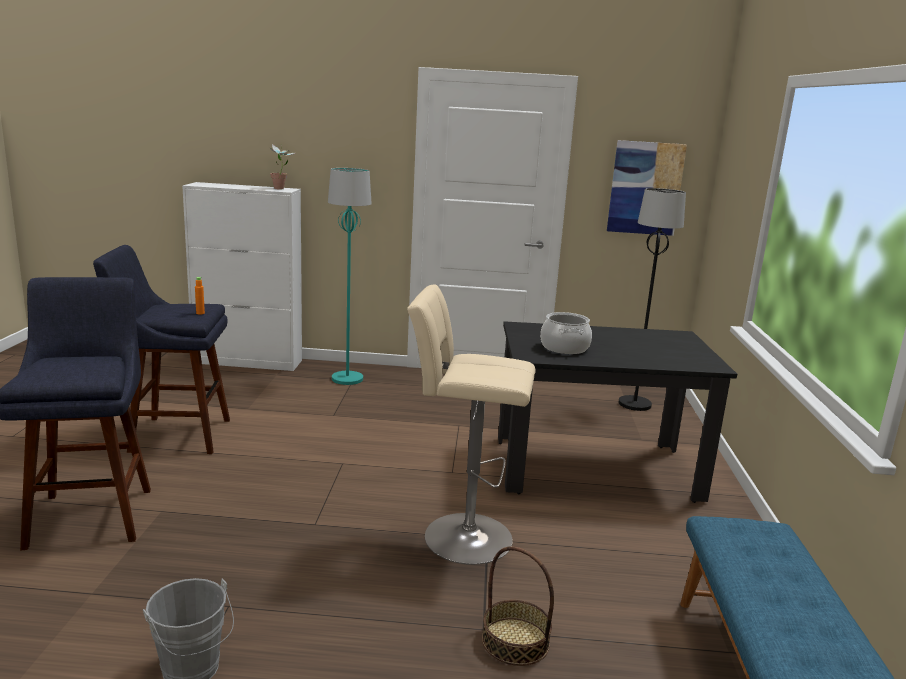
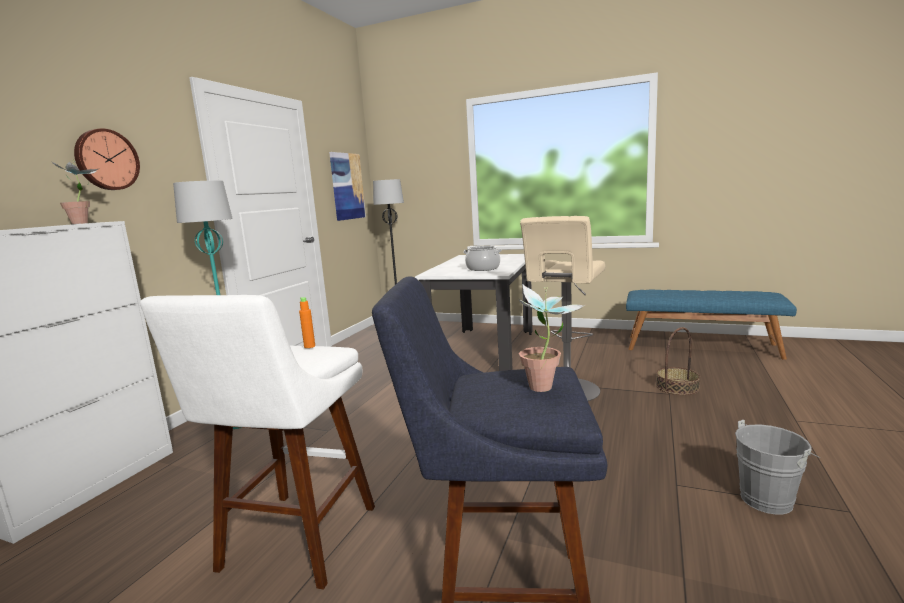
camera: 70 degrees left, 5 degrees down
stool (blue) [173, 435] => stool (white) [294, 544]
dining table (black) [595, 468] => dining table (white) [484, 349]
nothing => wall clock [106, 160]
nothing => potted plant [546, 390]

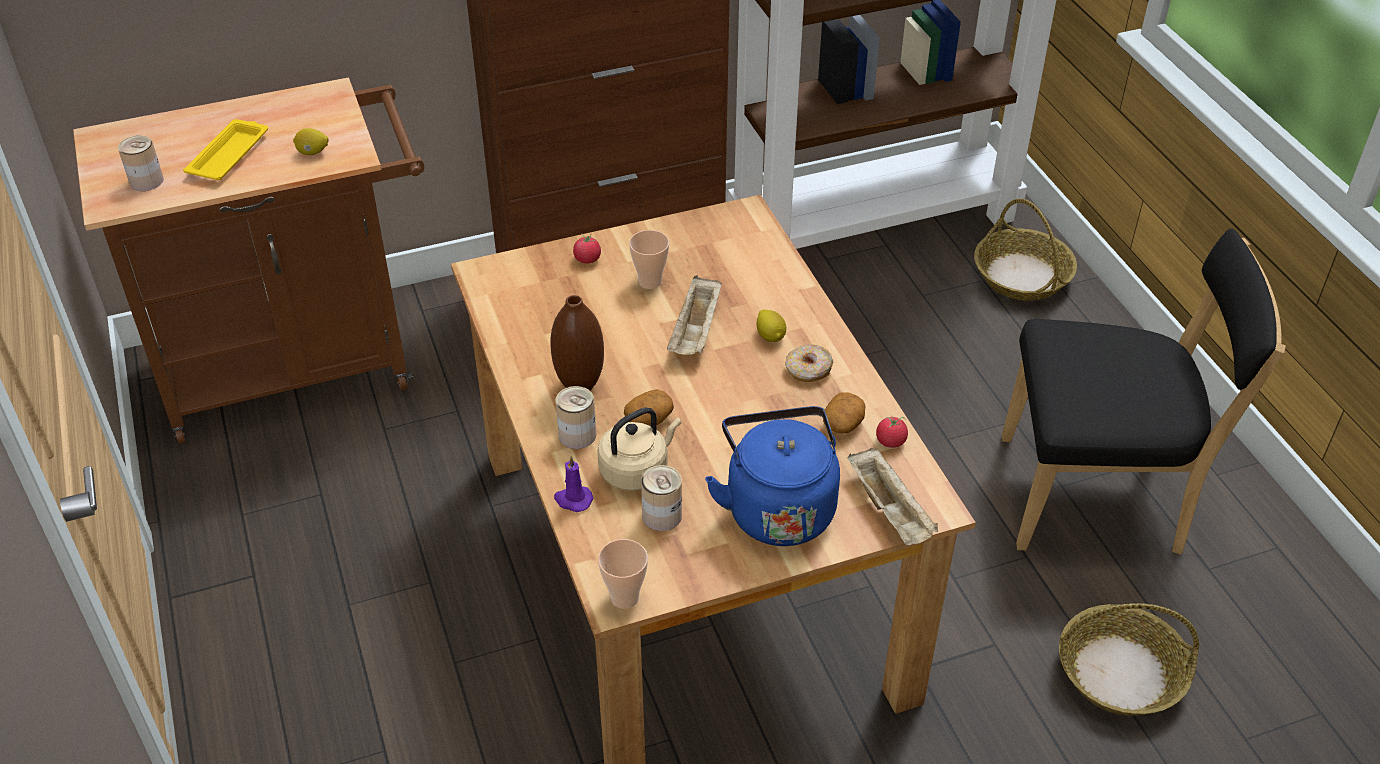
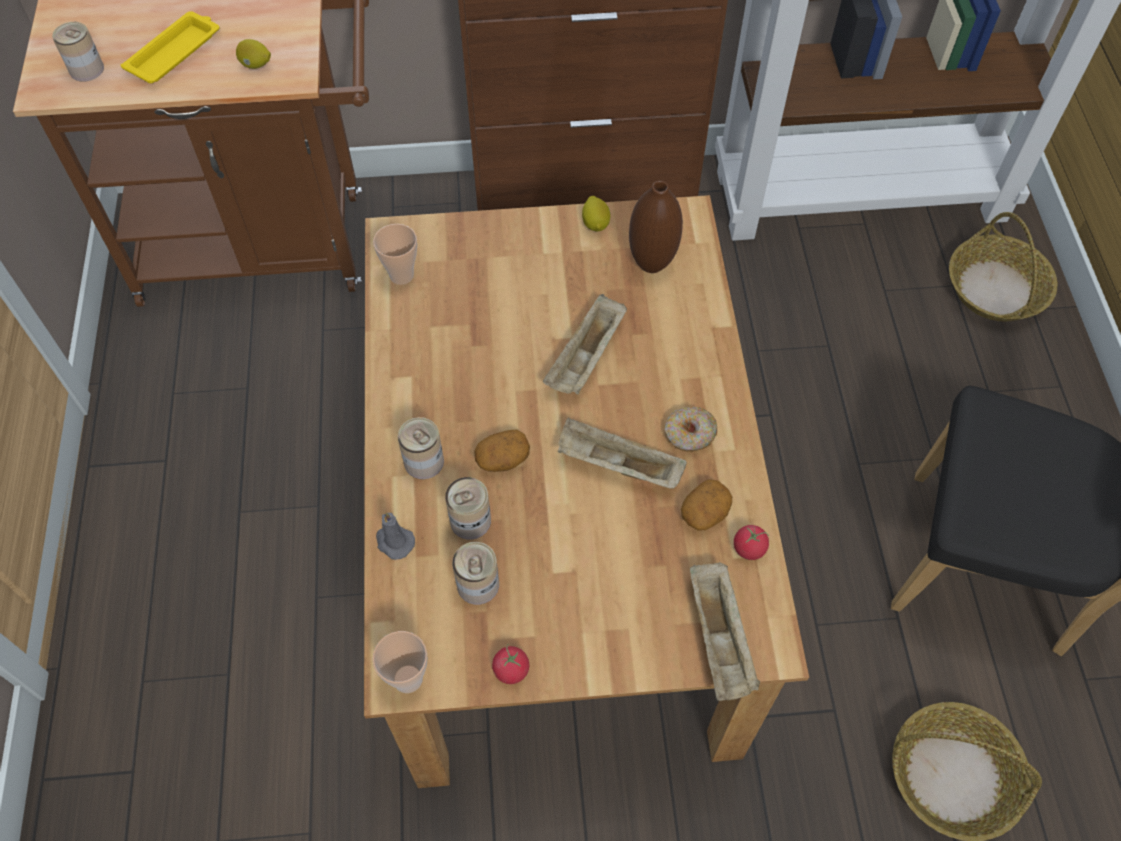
camera: 15 degrees right, 15 degrees up
vase (brown) [580, 386] => vase (brown) [651, 263], relocated
candle (purple) [573, 500] => candle (grey) [394, 542]
tomato [587, 259] => tomato [511, 670], relocated
kettle (beige) [637, 470] => can [470, 520]
cup [650, 282] => cup [401, 275], relocated
kettle (blue) [777, 507] => nothing
lemon [770, 336] => lemon [595, 223], relocated
nothing => tray (beige) [617, 466]

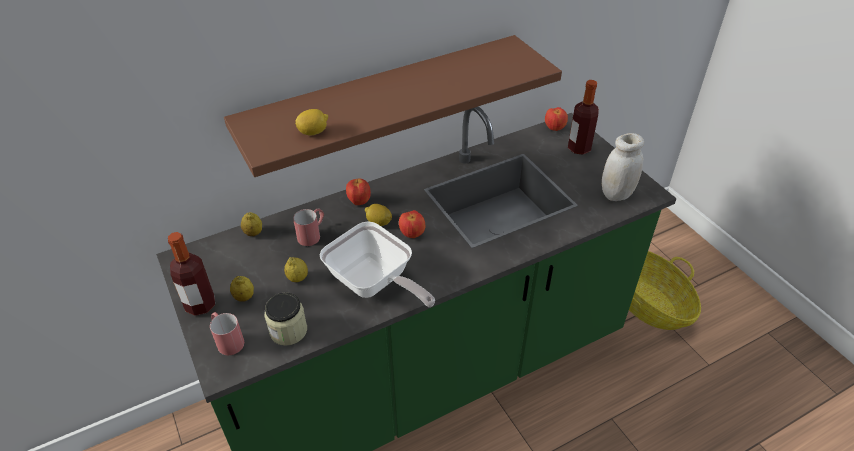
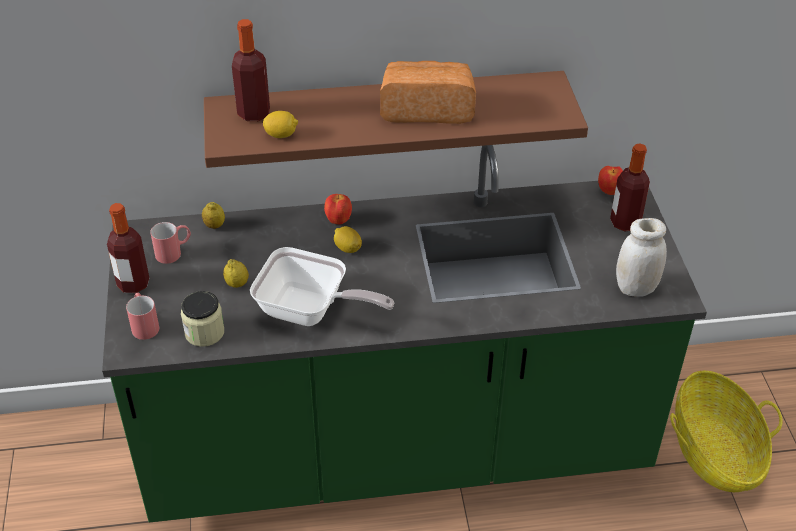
camera: 20 degrees right, 0 degrees up
lemon [244, 297] => nothing
mug (red) [312, 234] => mug (red) [174, 252], relocated
frying pan [374, 284] => frying pan [310, 311], 45 degrees counterclockwise
apple [412, 234] => nothing
nothing => bottle [253, 113]
nothing => bread [427, 109]

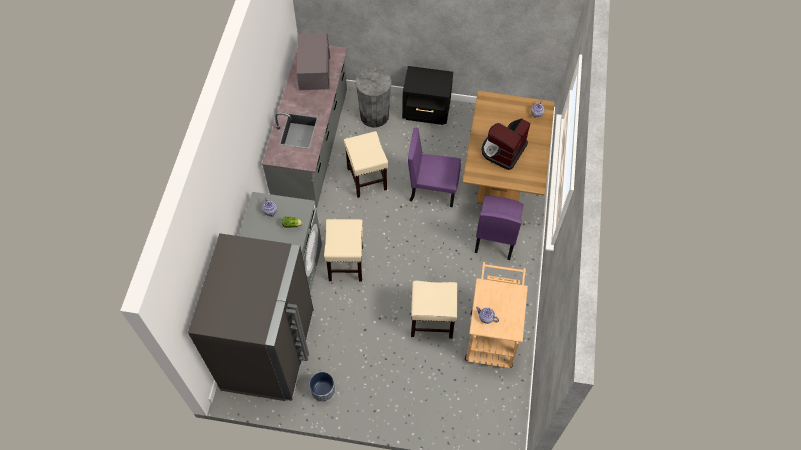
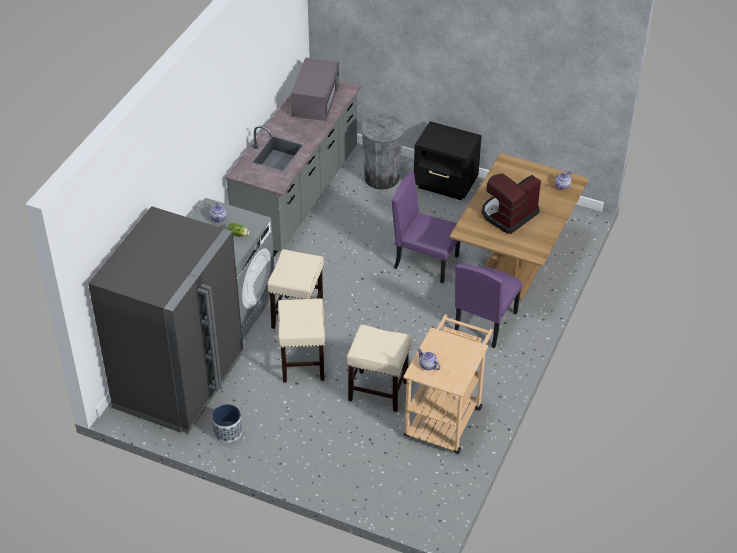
camera: 15 degrees right, 15 degrees down
stool (beige) [367, 179] => stool (beige) [303, 363], relocated

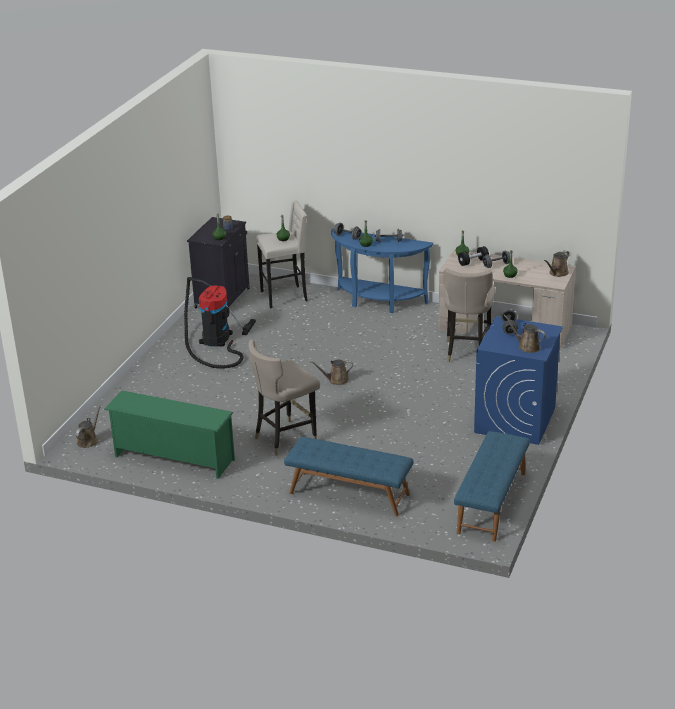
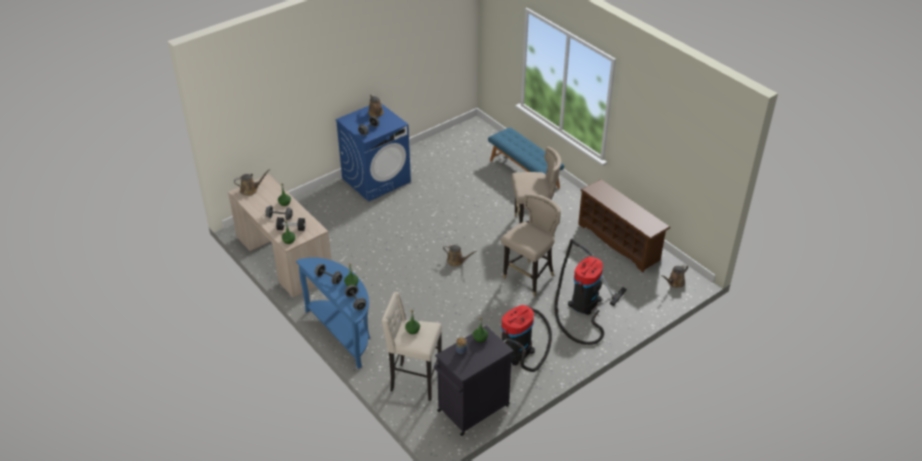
camera: 150 degrees left, 10 degrees up
shoe rack (green) [172, 458] => shoe rack (brown) [620, 242]
stool (beige) [466, 352] => stool (beige) [529, 279], relocated
bench (blue) [492, 503] => nothing
nothing => vacuum cleaner [583, 305]

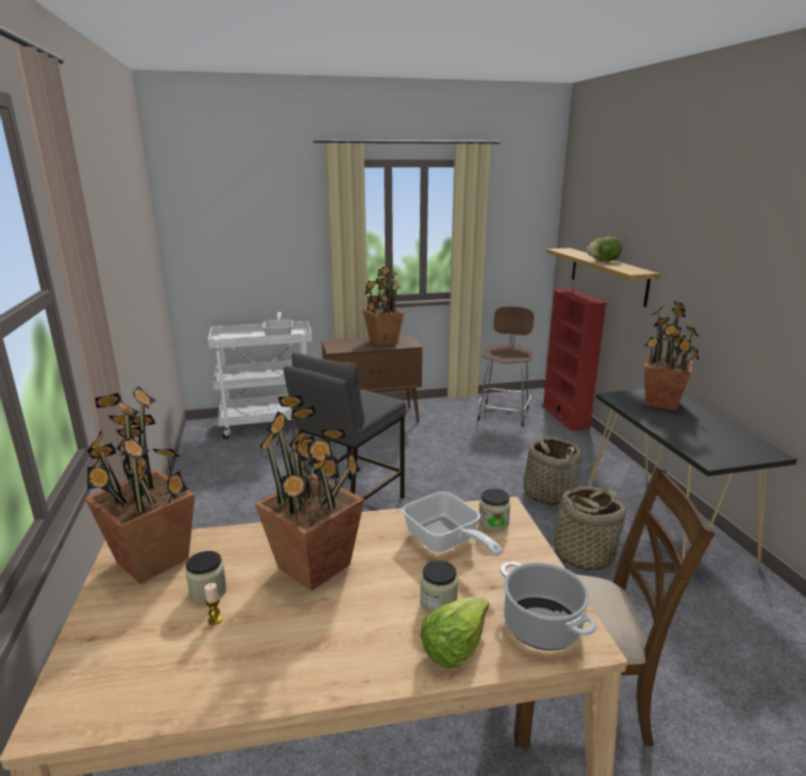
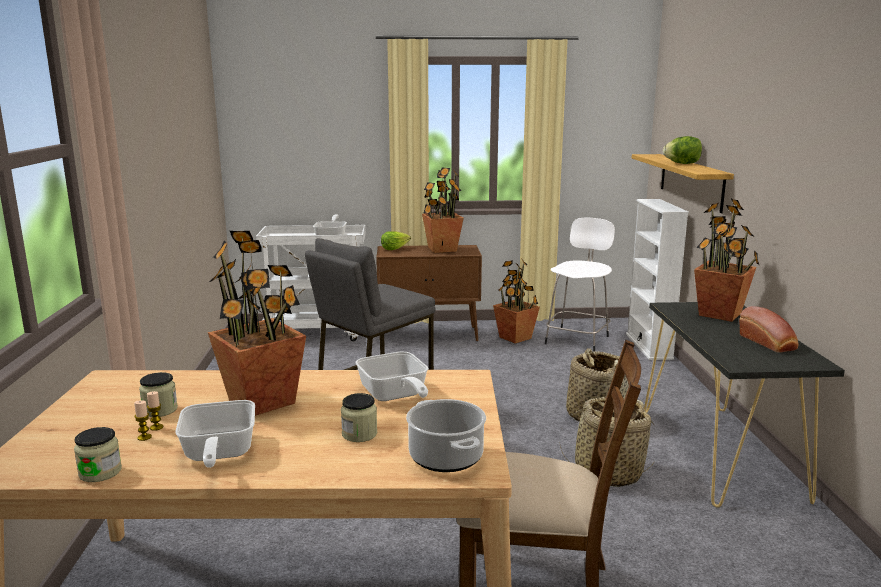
camera: 10 degrees right, 5 degrees down
potted plant [151, 561] => potted plant [515, 338], relocated
lettuce [454, 645] => lettuce [394, 248], relocated
stool (brown) [504, 414] => stool (white) [578, 339]
jar [493, 523] => jar [100, 472], relocated
bookcase (red) [565, 416] => bookcase (white) [649, 346]
nothing => candle [144, 437]
nothing => frying pan [217, 454]
nothing => bread [768, 343]

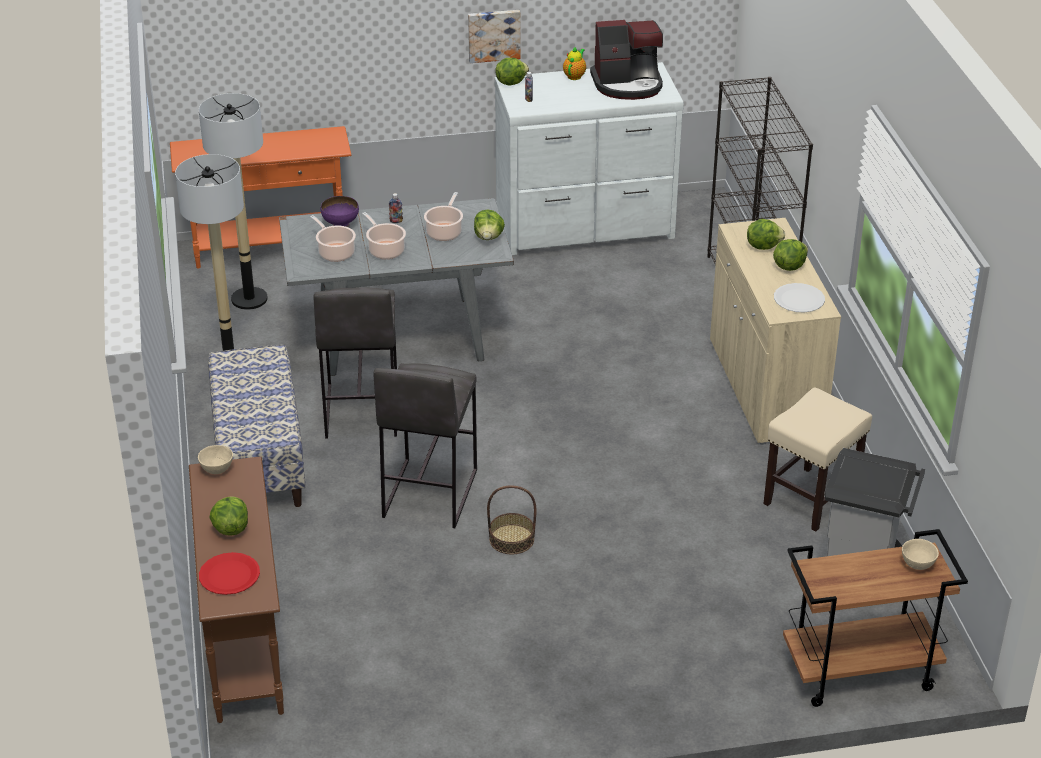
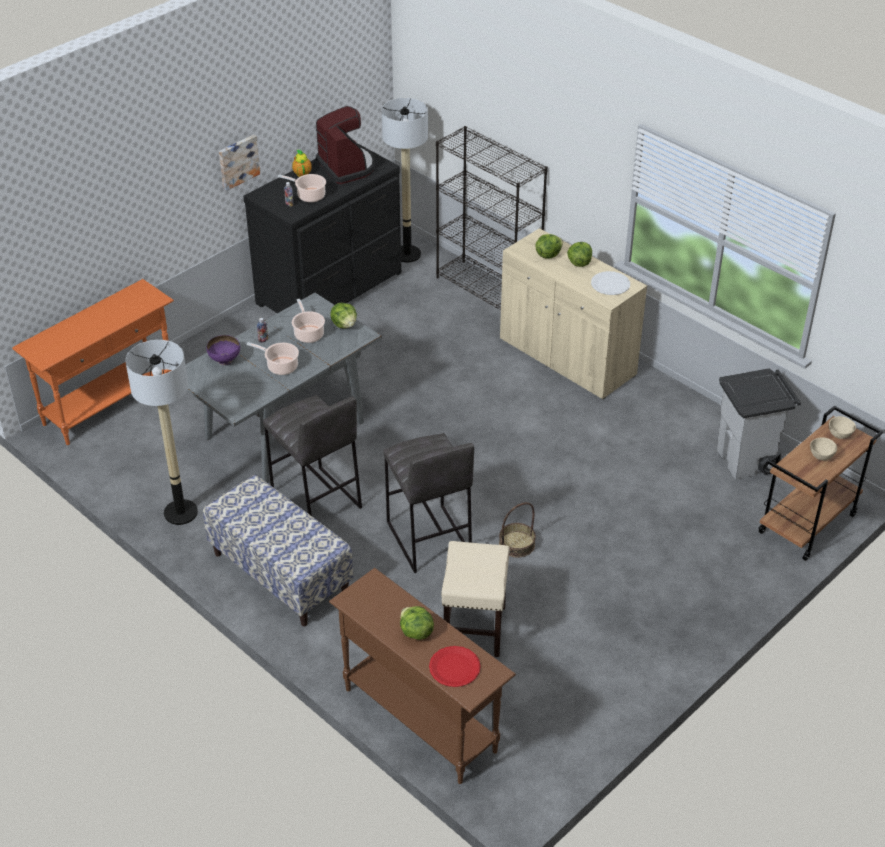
camera: 35 degrees left, 5 degrees up
bowl (beige) [216, 469] => bowl (beige) [821, 456], relocated
floor lamp [249, 299] => floor lamp [407, 254], relocated
cooking pot [335, 252] => cooking pot [309, 196], relocated
dresser (white) [586, 227] => dresser (black) [331, 289]
lettuce [511, 82] => nothing
coffee machine [628, 84] => coffee machine [347, 166], 75 degrees counterclockwise
stool (beige) [811, 499] => stool (beige) [475, 629], relocated

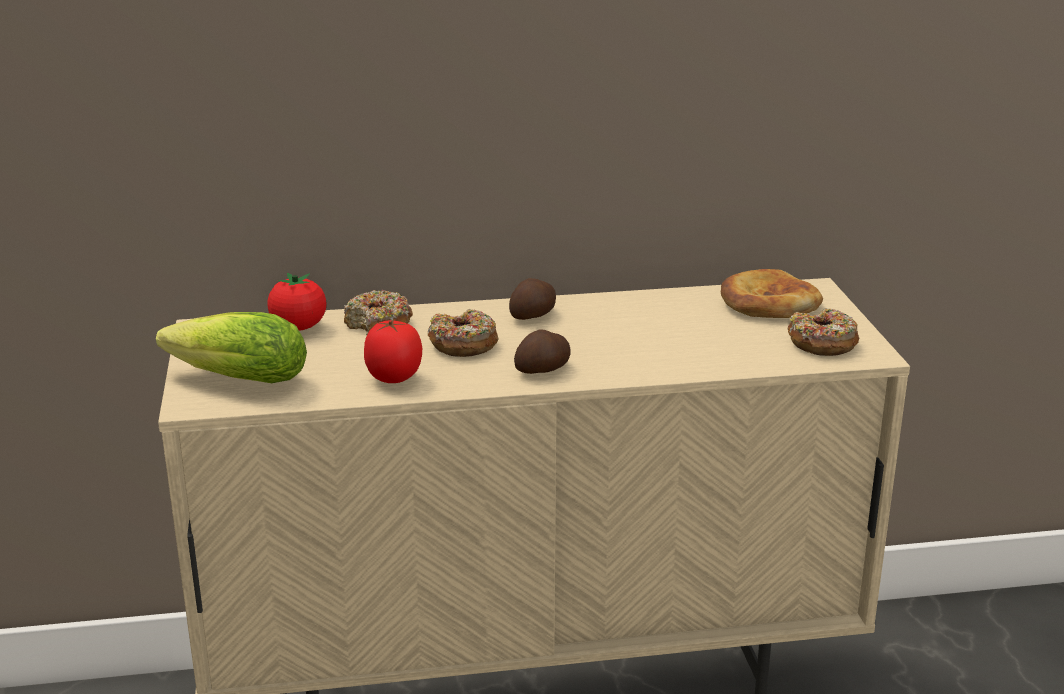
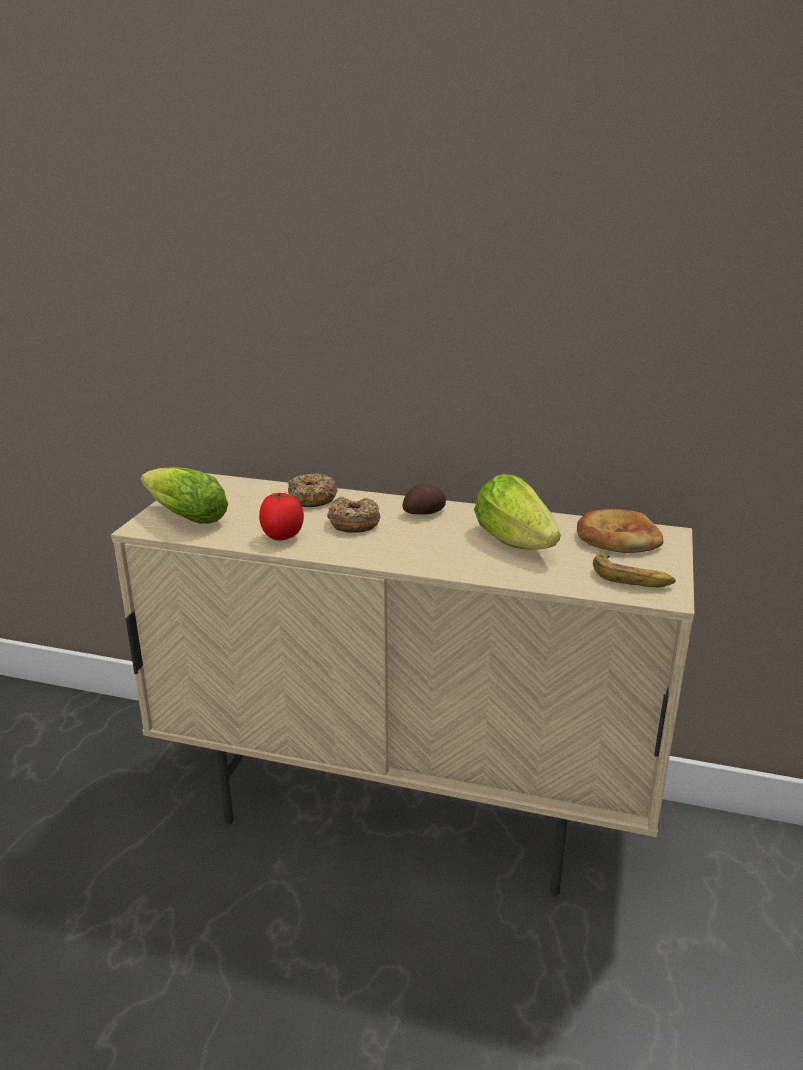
camera: 25 degrees right, 0 degrees up
tomato [298, 327] => nothing
potato [544, 370] => nothing
donut [822, 343] => banana [632, 578]
nothing => lettuce [518, 542]

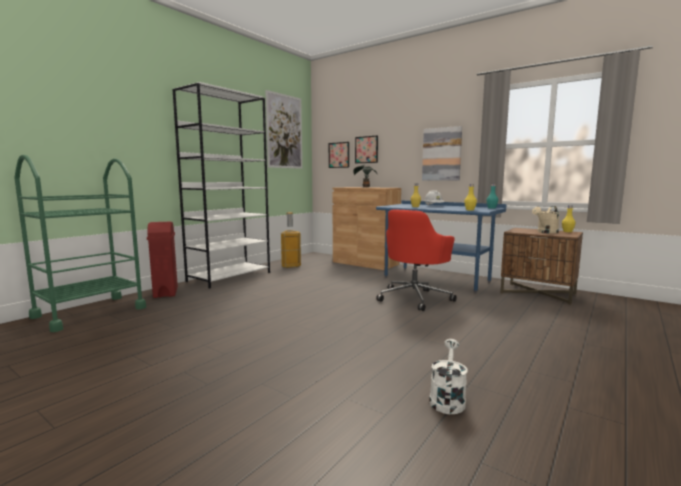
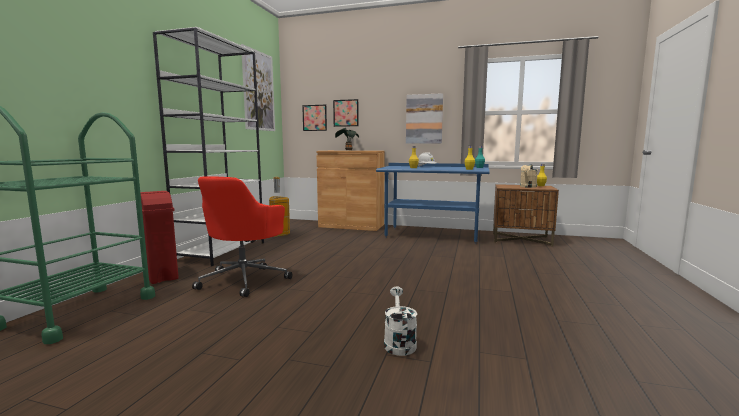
camera: 20 degrees left, 0 degrees up
office chair (red) [415, 298] => office chair (red) [245, 280], relocated
watering can (white) [447, 399] => watering can (white) [399, 342], relocated

